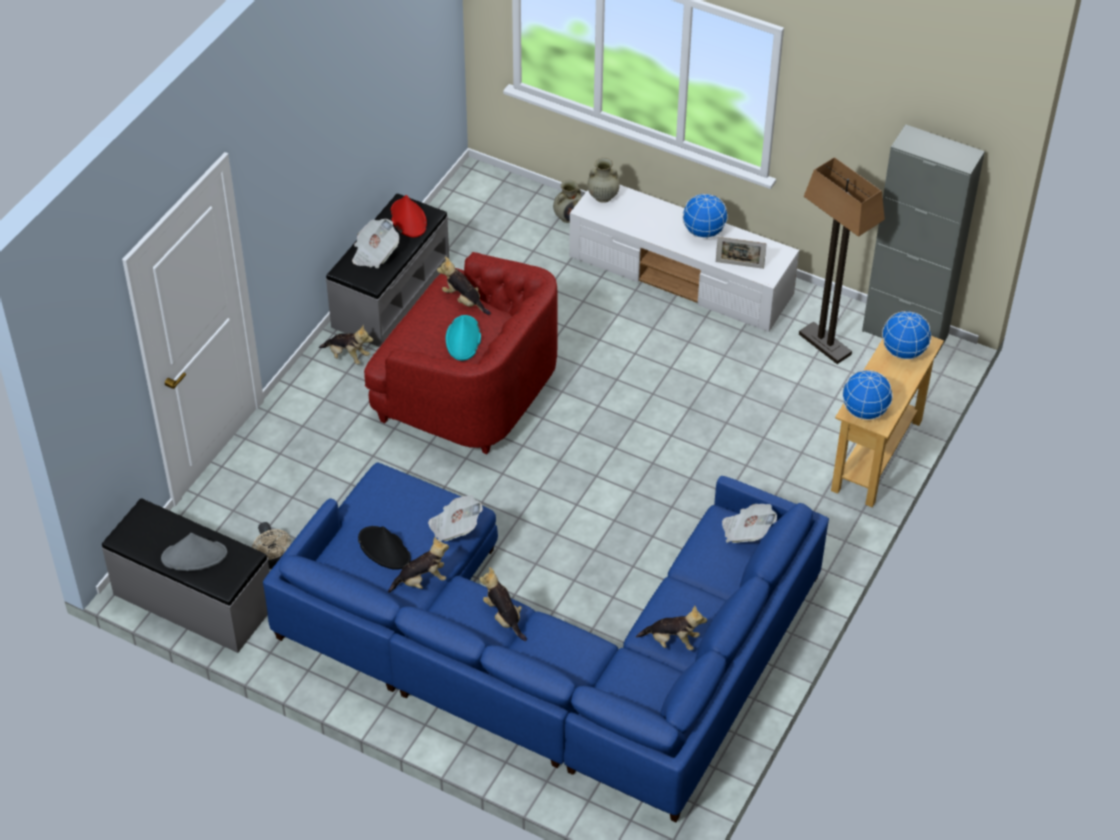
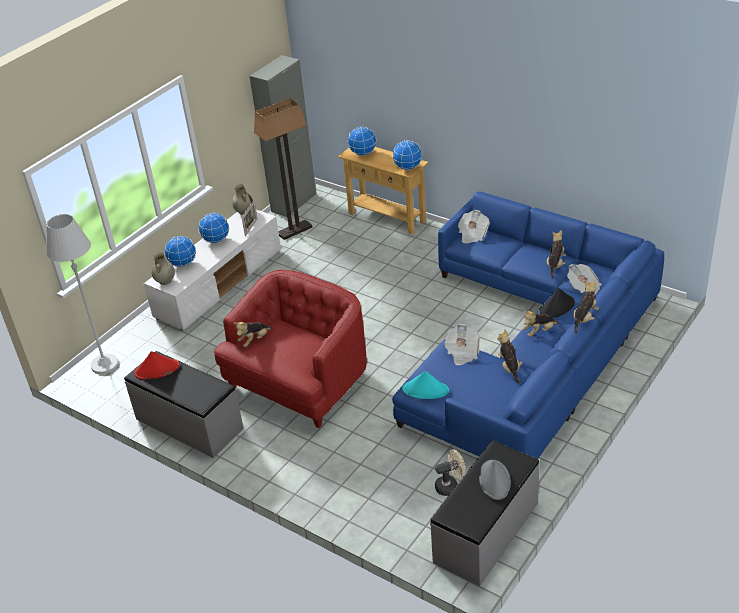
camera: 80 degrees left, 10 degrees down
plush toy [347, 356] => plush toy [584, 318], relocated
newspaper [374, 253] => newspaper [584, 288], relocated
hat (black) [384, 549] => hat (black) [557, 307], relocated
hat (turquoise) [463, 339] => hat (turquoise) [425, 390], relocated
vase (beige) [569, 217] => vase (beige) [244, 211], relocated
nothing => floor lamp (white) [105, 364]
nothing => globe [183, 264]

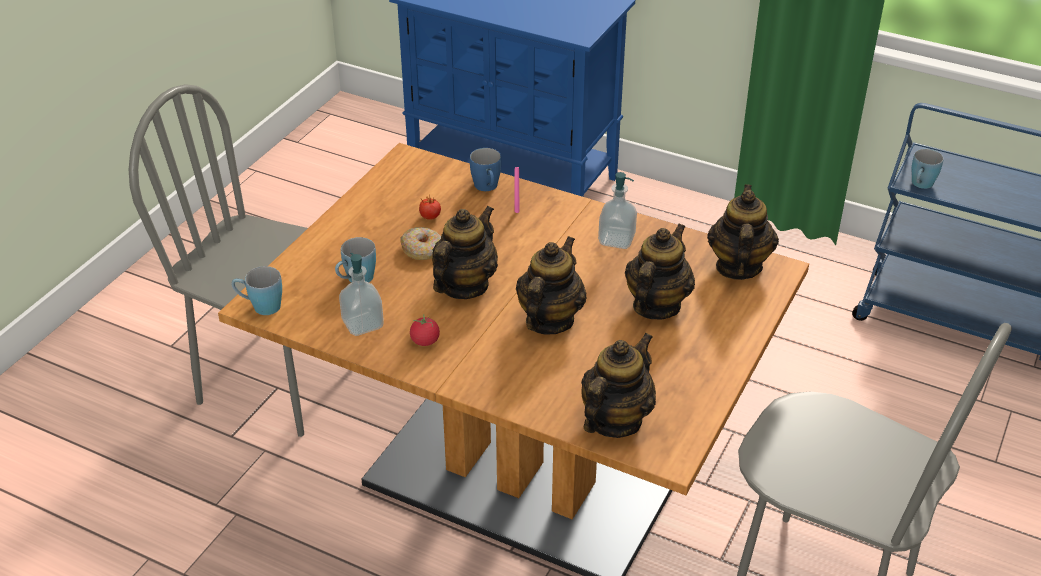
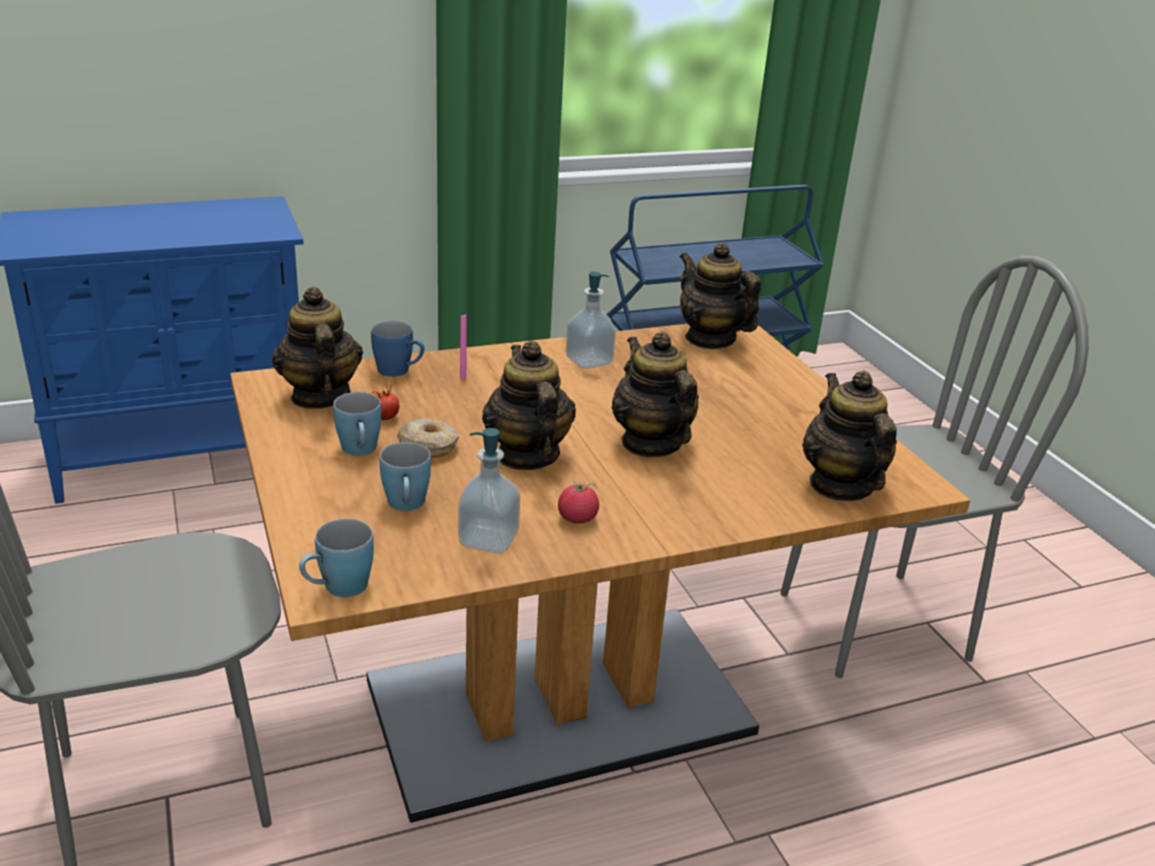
camera: 50 degrees left, 10 degrees down
teapot [656, 306] => teapot [319, 396], relocated
mug (blue) [920, 185] => mug (blue) [360, 451], relocated

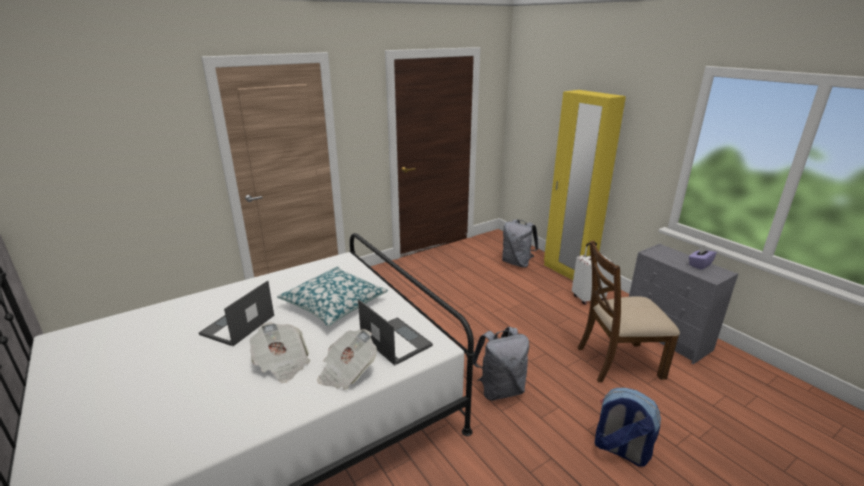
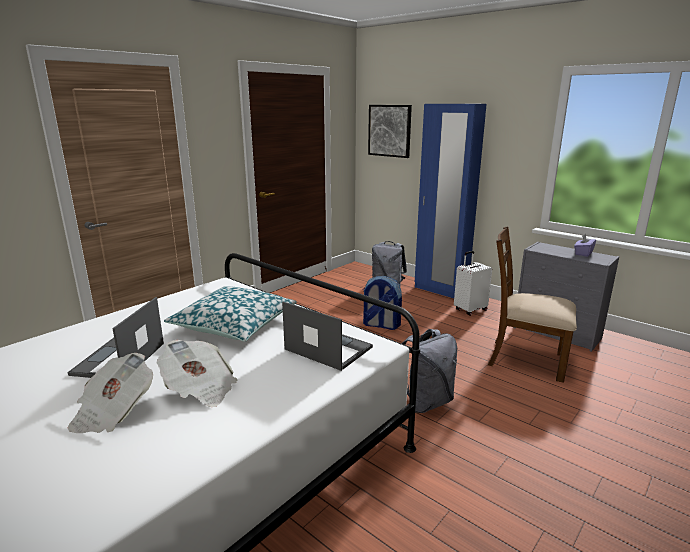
camera: 15 degrees left, 5 degrees down
newspaper [347, 372] => newspaper [113, 412], relocated
wardrobe (yellow) [568, 272] => wardrobe (blue) [440, 290]
chair (brown) [618, 361] => chair (brown) [525, 359], 45 degrees clockwise
backpack [620, 450] => backpack [380, 325], relocated
nothing => picture [389, 130]

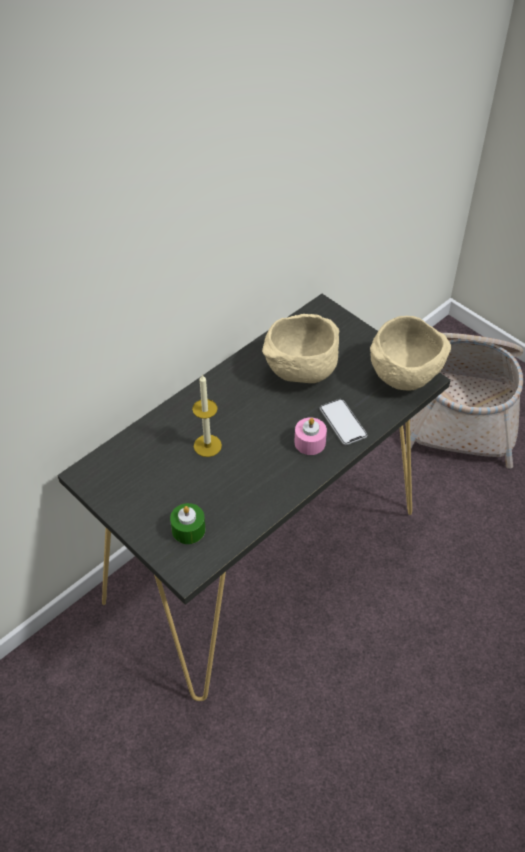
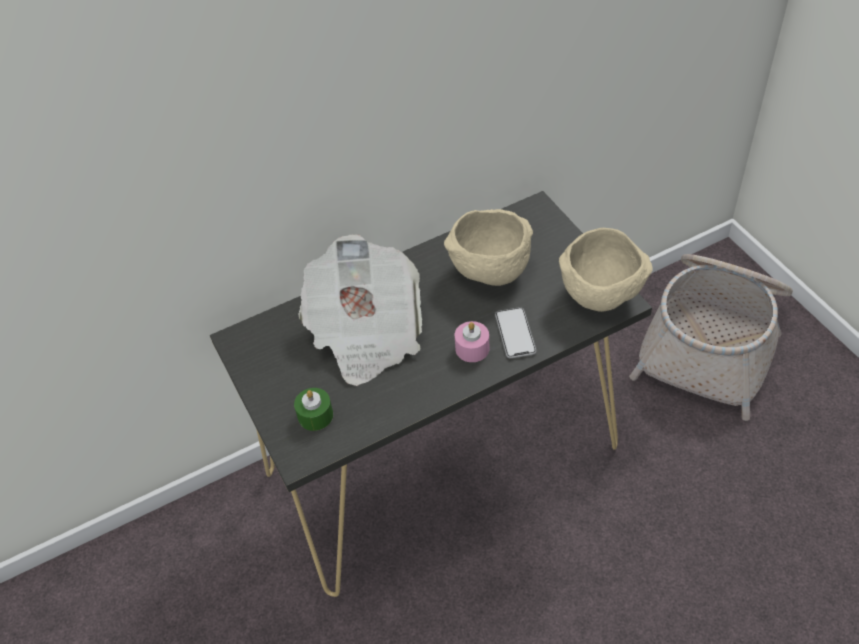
camera: 20 degrees right, 0 degrees up
candle [207, 445] => newspaper [365, 332]

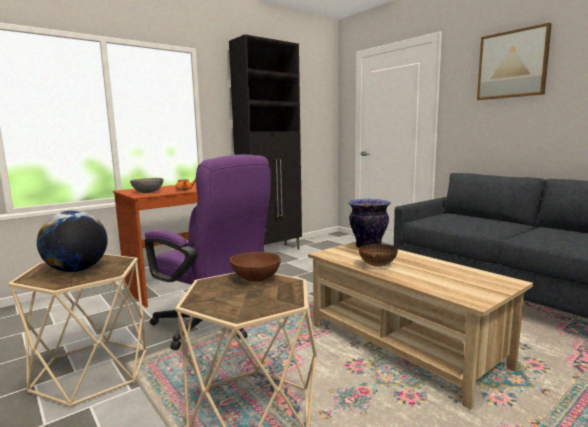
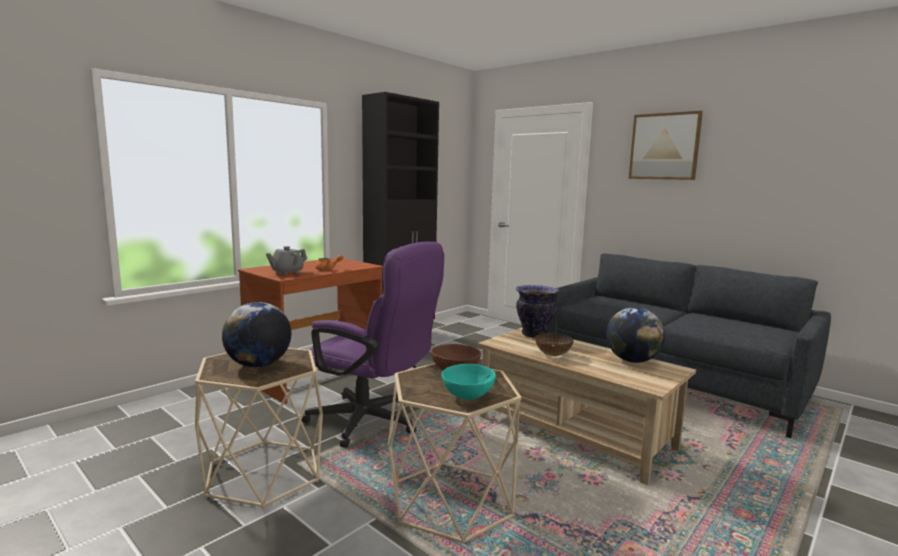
camera: 10 degrees left, 0 degrees up
bowl (grey) [148, 192] => teapot (grey) [287, 273]
nothing => bowl (turquoise) [468, 395]
nothing => globe [632, 360]

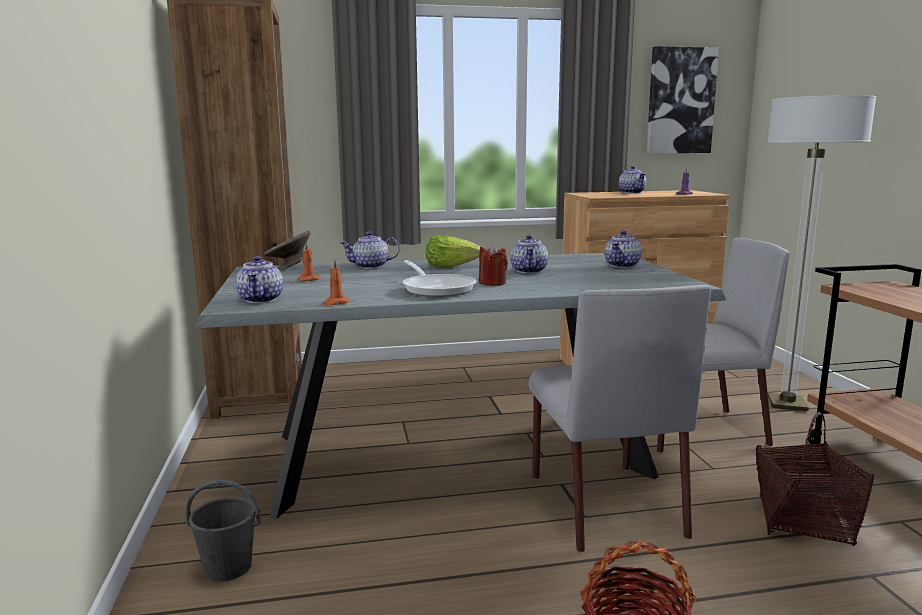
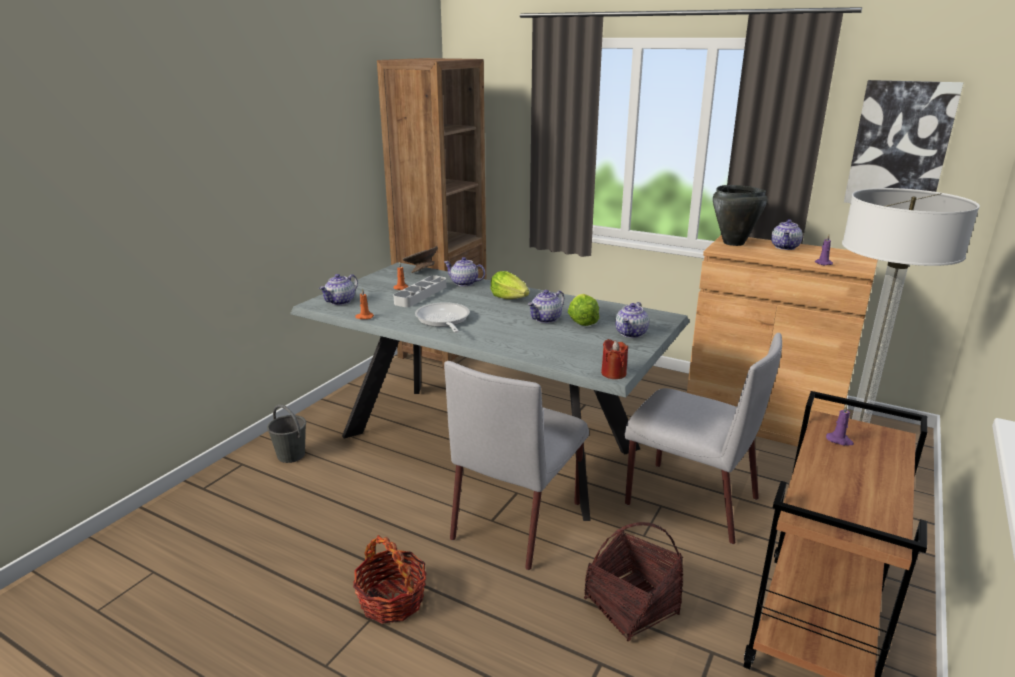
camera: 40 degrees right, 10 degrees up
frying pan [437, 288] => frying pan [443, 320], 150 degrees clockwise
candle (red) [492, 283] => candle (red) [613, 373], relocated
teapot [622, 265] => teapot [631, 333], 45 degrees counterclockwise
nothing => tray (grey) [421, 295]
nothing => lettuce [582, 320]
nothing => cooking pot (black) [733, 243]
nothing => candle (purple) [839, 440]

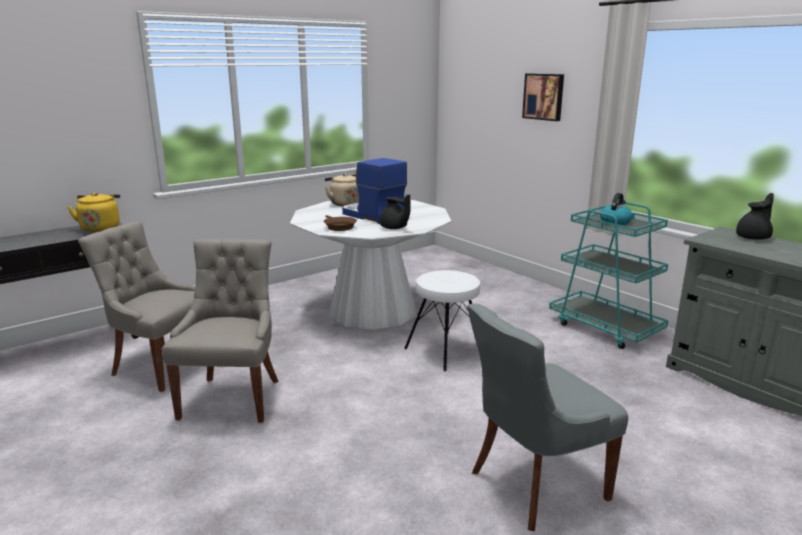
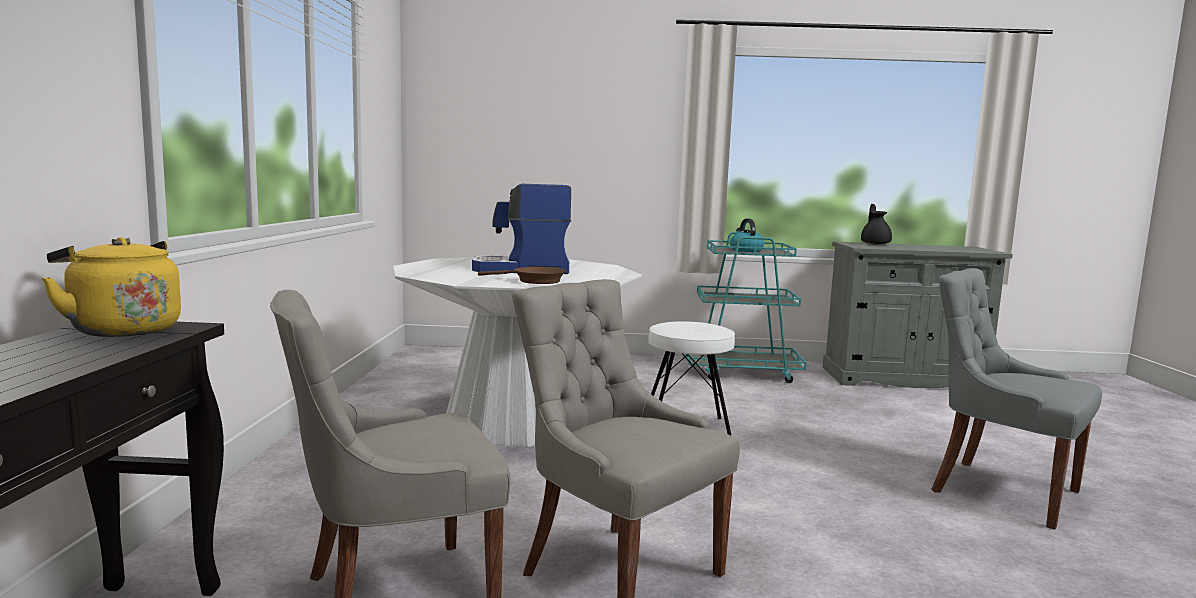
camera: 50 degrees left, 10 degrees down
kettle (beige) [344, 203] => nothing
teapot (black) [394, 228] => nothing
chair (grey) [534, 484] => chair (grey) [1000, 490], 120 degrees clockwise
picture [544, 96] => nothing

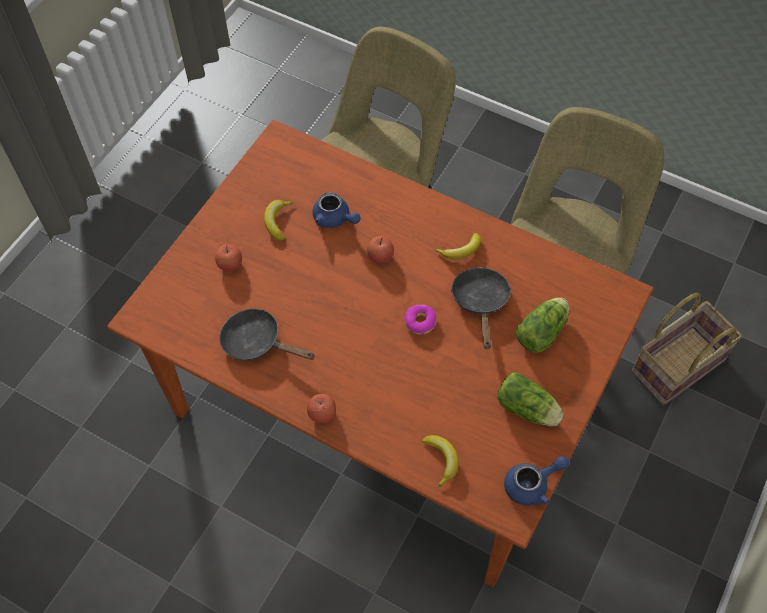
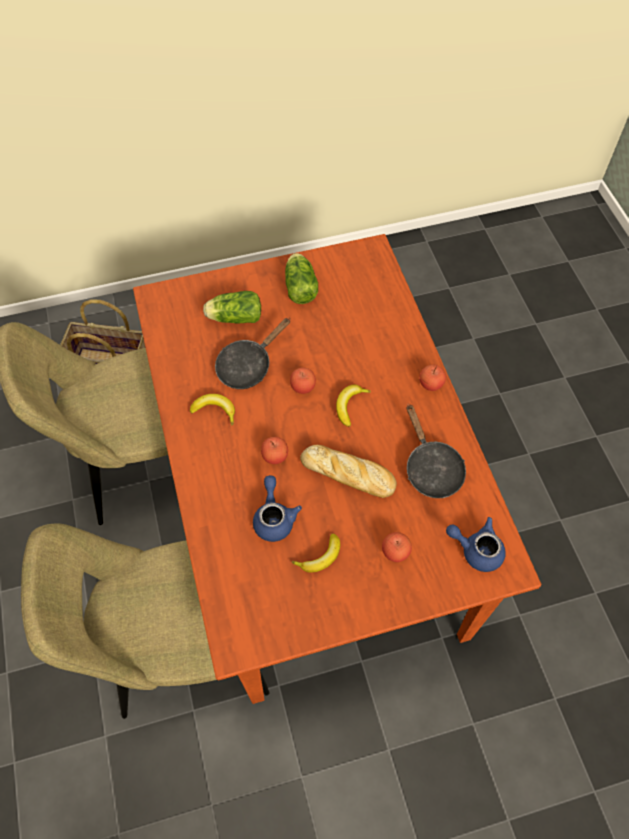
camera: 135 degrees left, 0 degrees up
donut [420, 322] => apple [303, 387]
banana [441, 460] => banana [349, 406], relocated
teapot (blue) [532, 485] => teapot (blue) [476, 549], relocated
nothing => bread [349, 475]

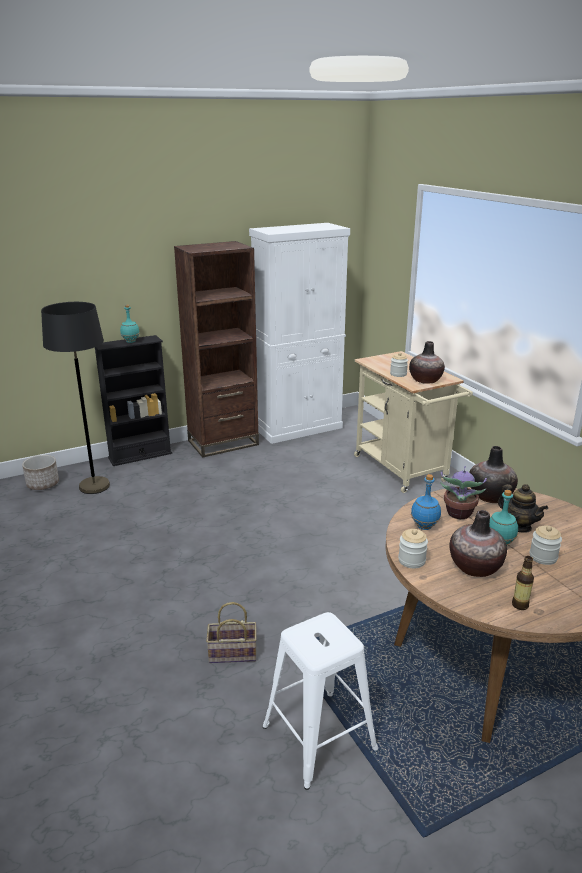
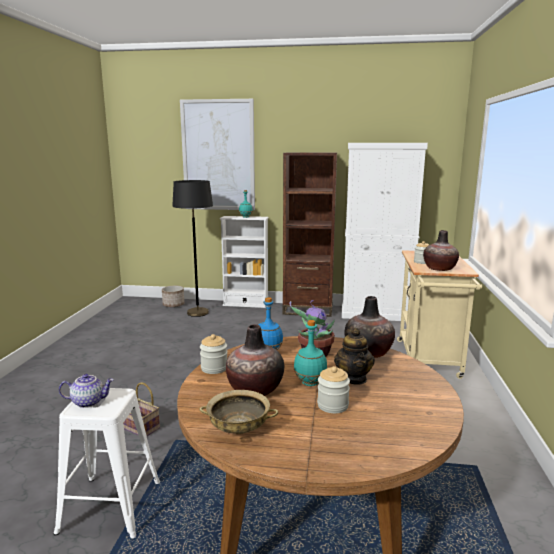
camera: 35 degrees right, 10 degrees down
bookcase (black) [140, 455] => bookcase (white) [246, 304]
bottle [520, 605] => bowl (beige) [238, 428]
nothing => teapot [89, 402]
nothing => picture [218, 156]

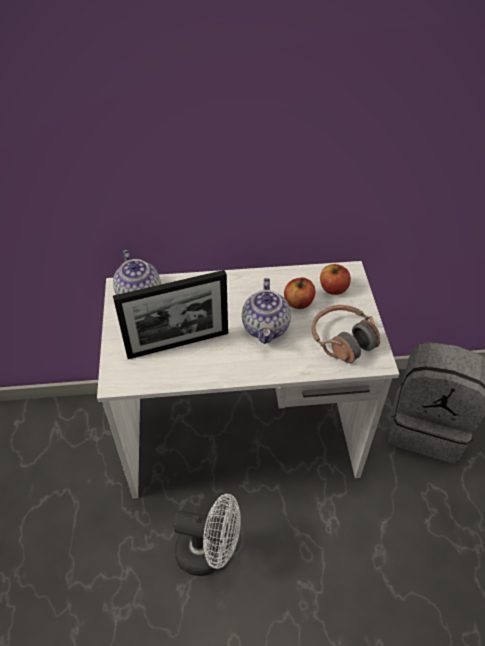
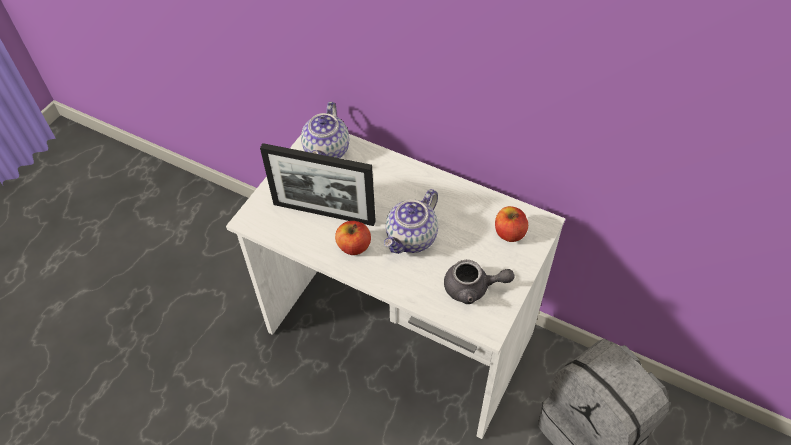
camera: 35 degrees right, 5 degrees up
fan (white) [209, 552] => nothing
apple [298, 302] => apple [354, 246], relocated
headphones [342, 340] => teapot (grey) [473, 288]

